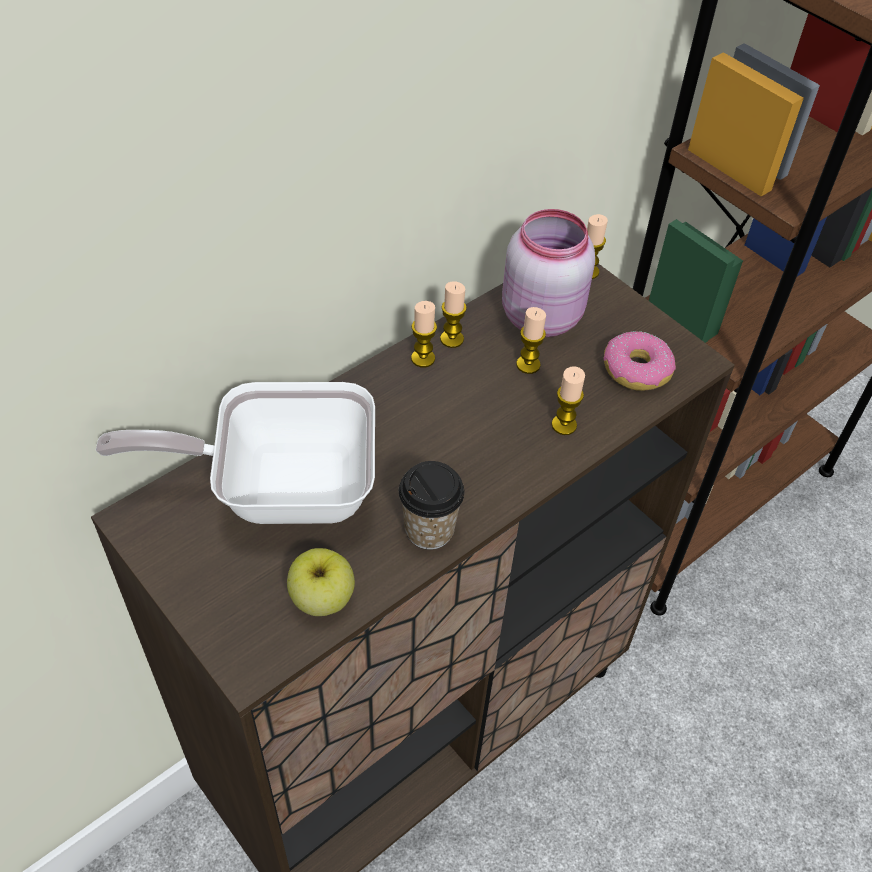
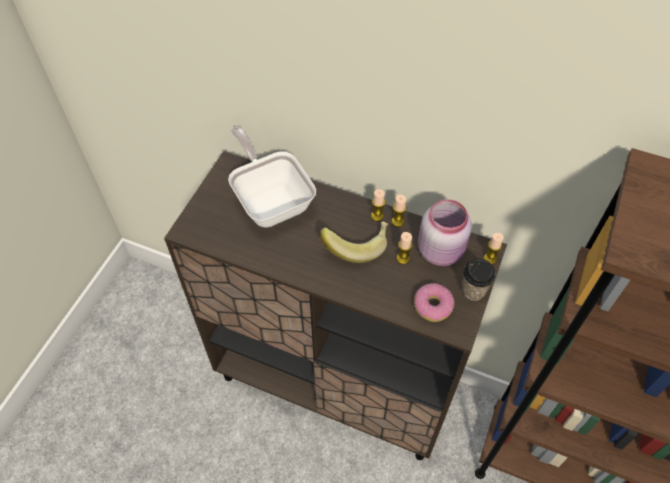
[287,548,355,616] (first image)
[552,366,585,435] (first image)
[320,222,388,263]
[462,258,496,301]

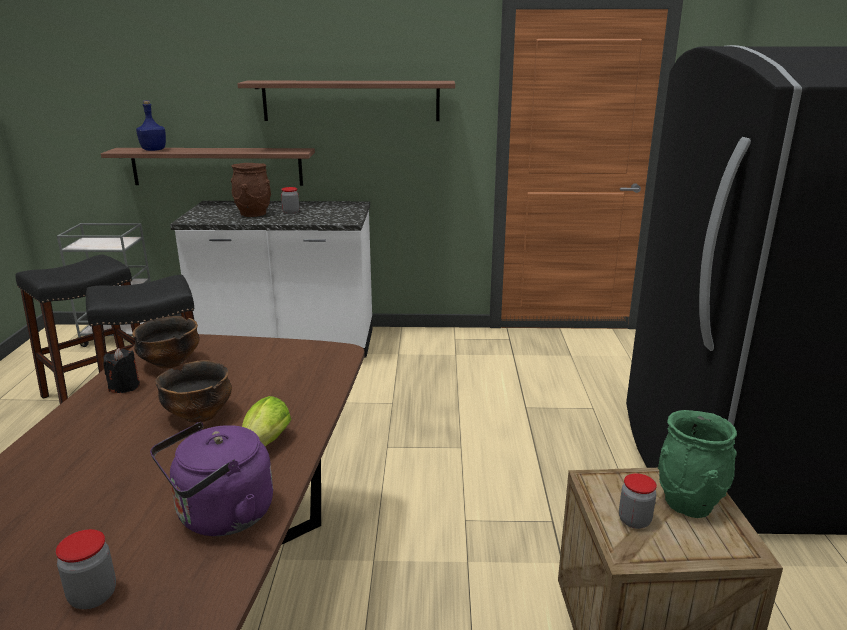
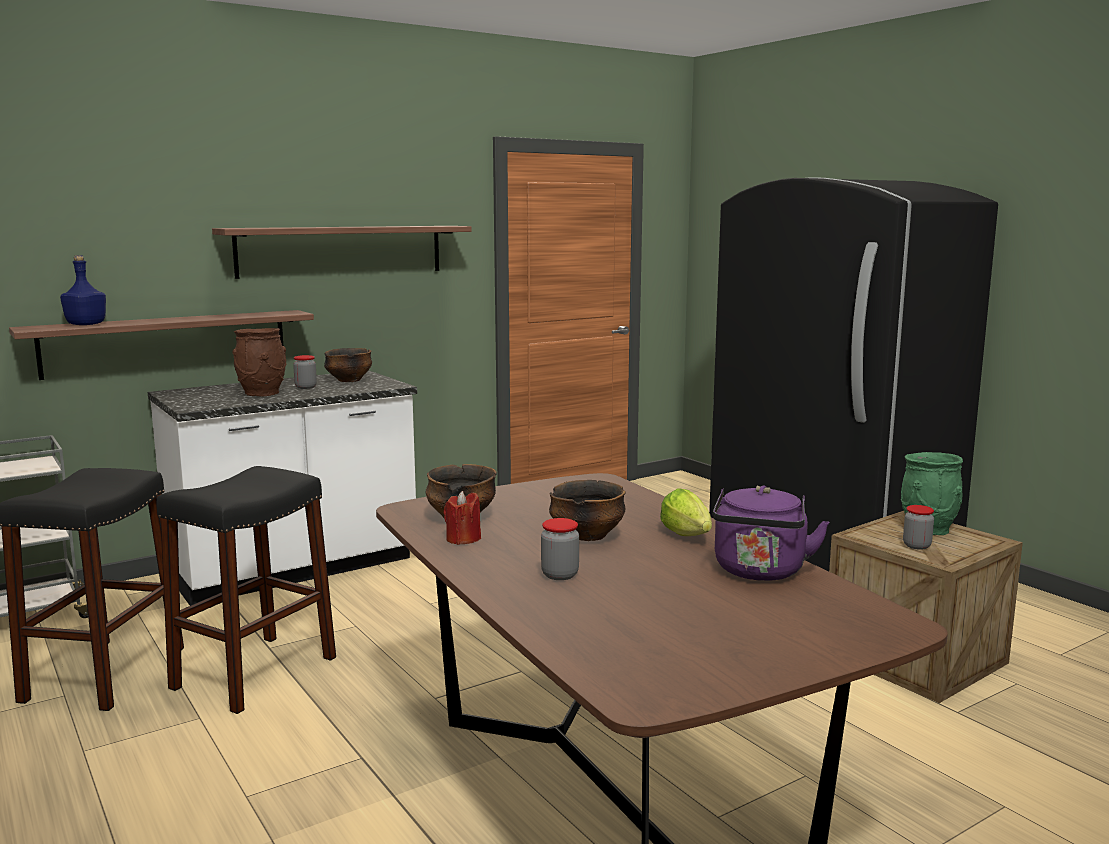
[324,348,372,382]
[541,518,579,580]
[444,491,481,545]

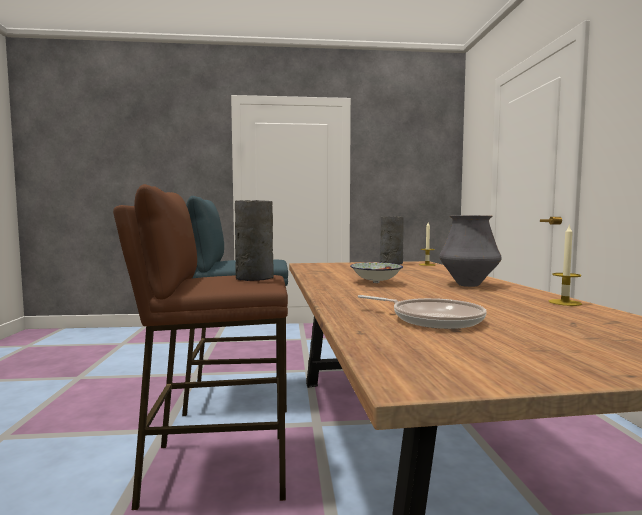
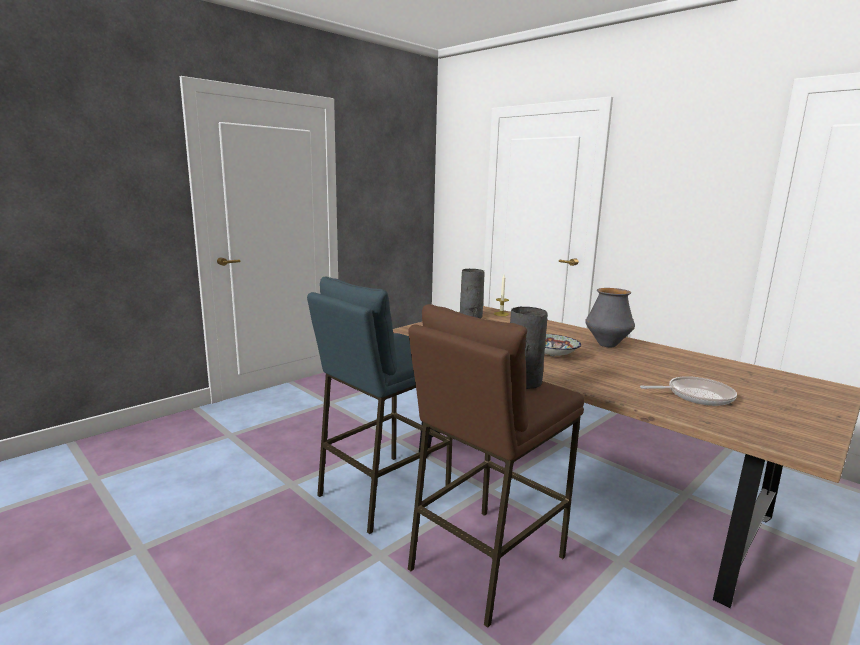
[549,224,582,306] (first image)

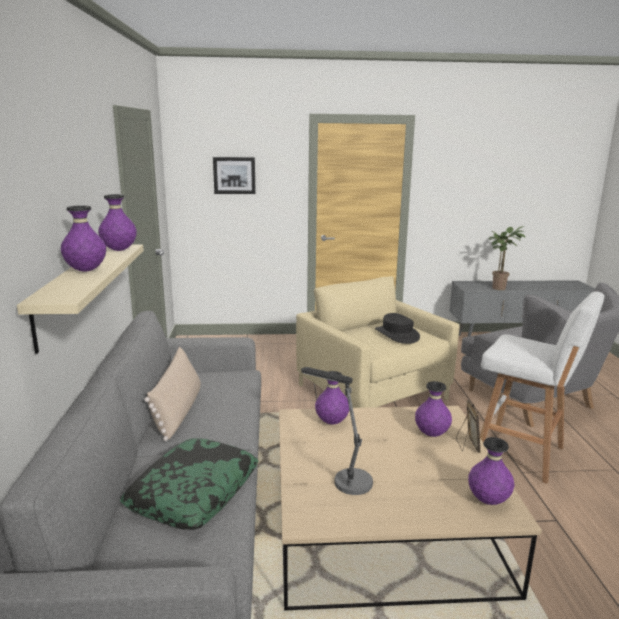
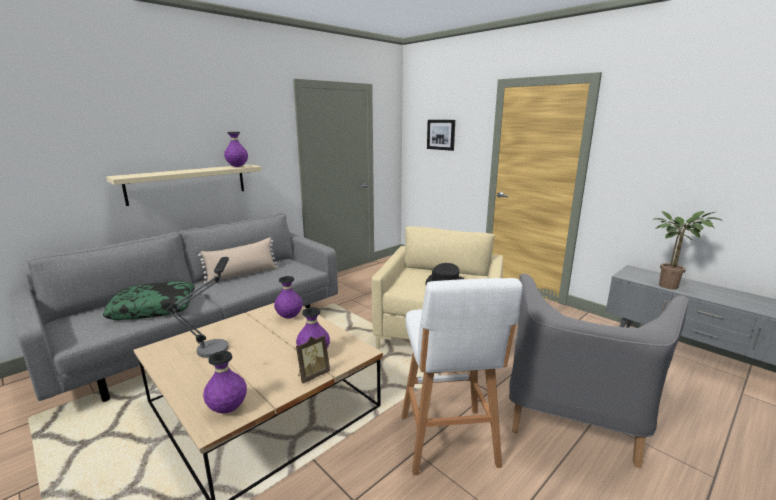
[61,205,106,272] (first image)

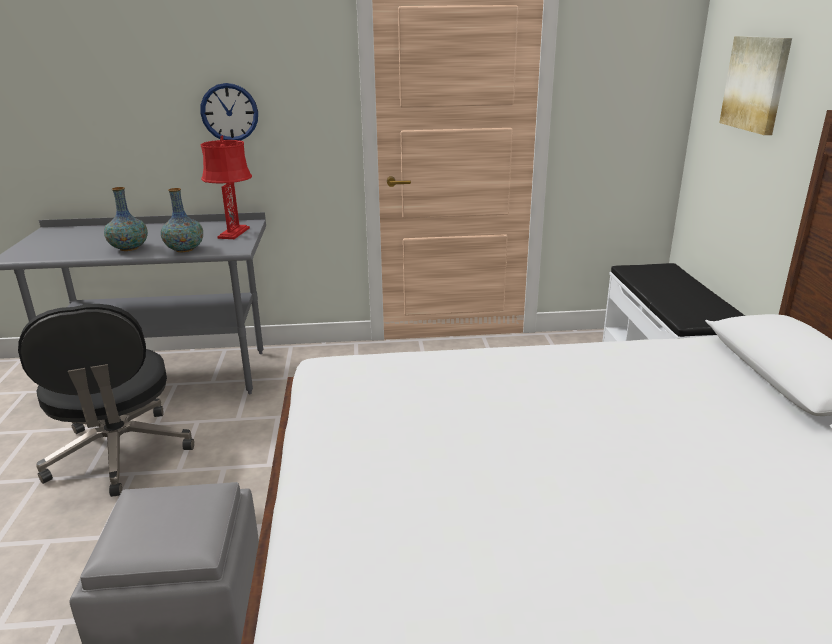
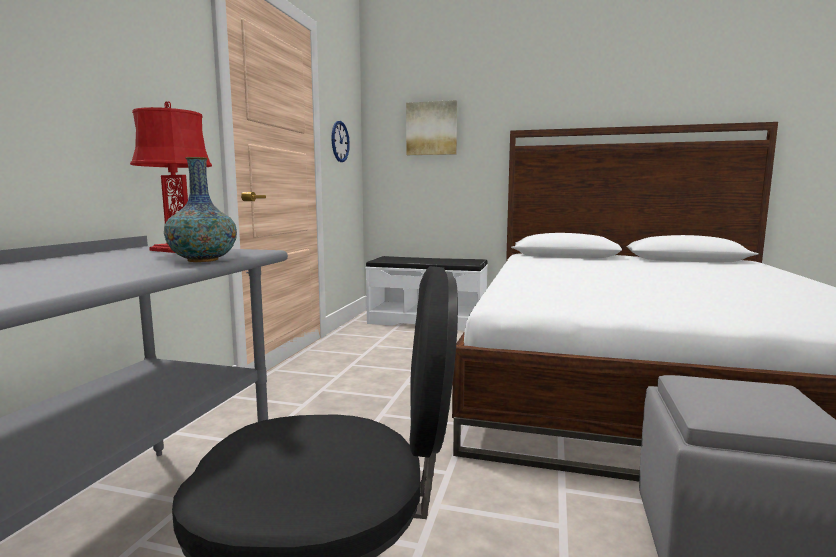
[104,187,148,251] (first image)
[331,121,350,162]

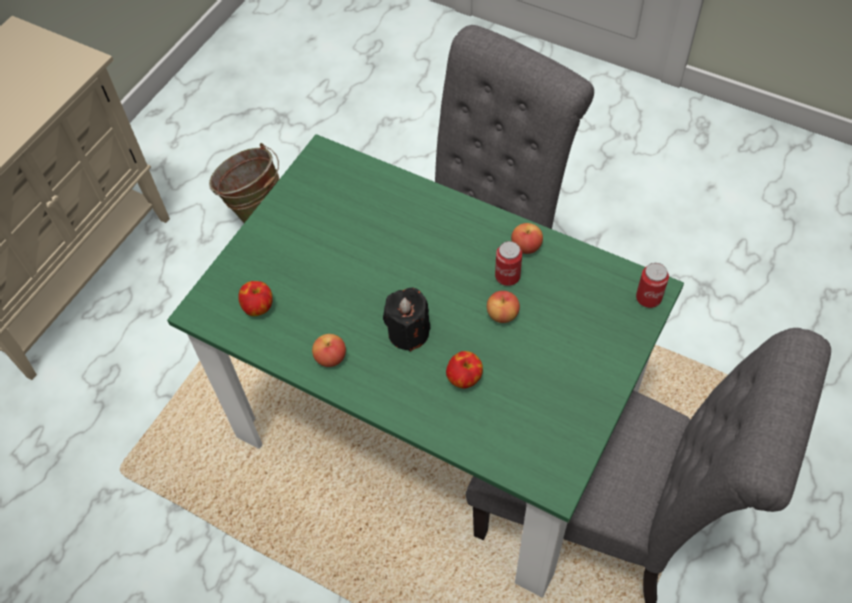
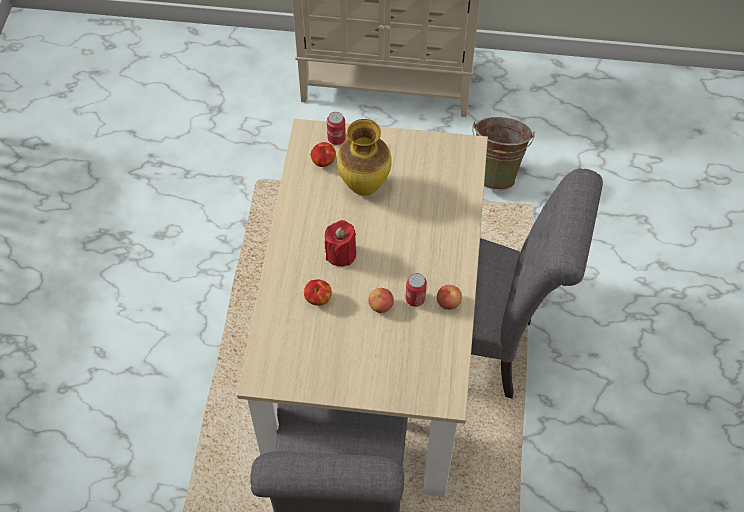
[312,334,346,367] (first image)
[337,119,392,196]
[327,112,346,145]
[237,119,488,497]
[325,220,356,267]

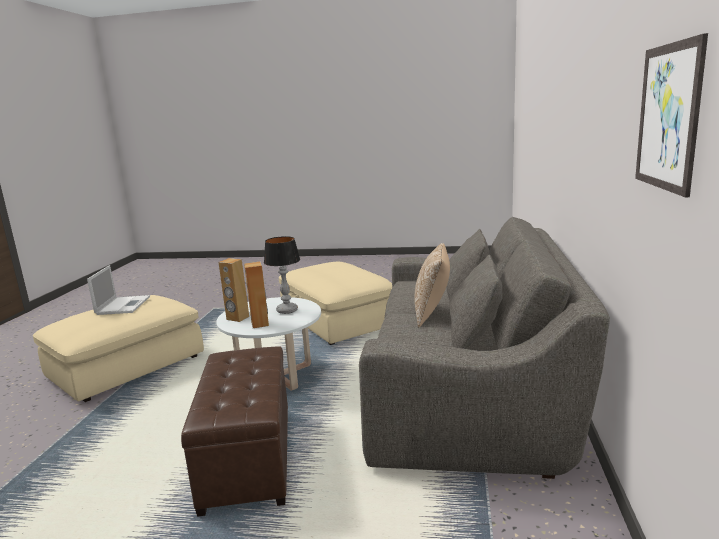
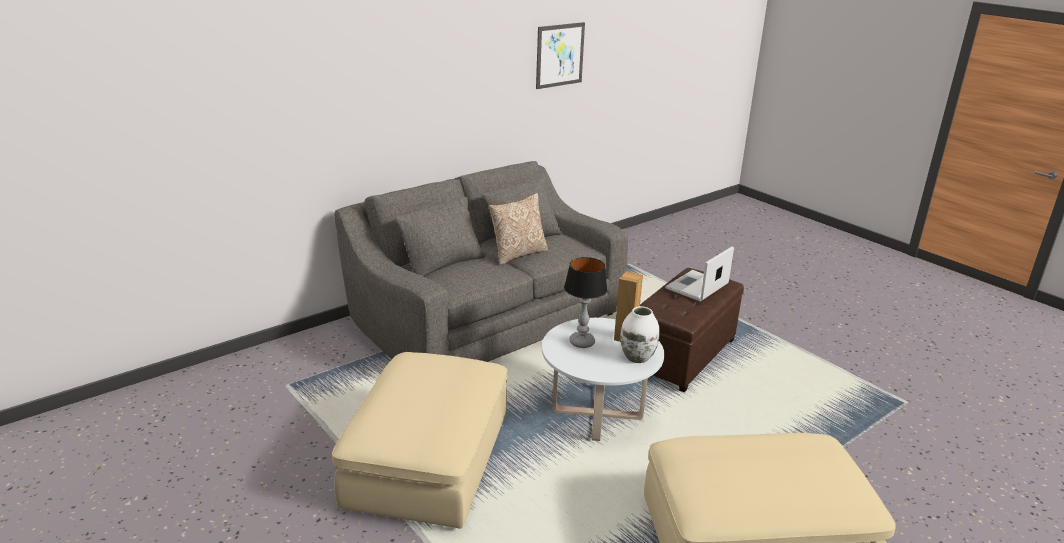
[665,246,734,301]
[620,306,659,363]

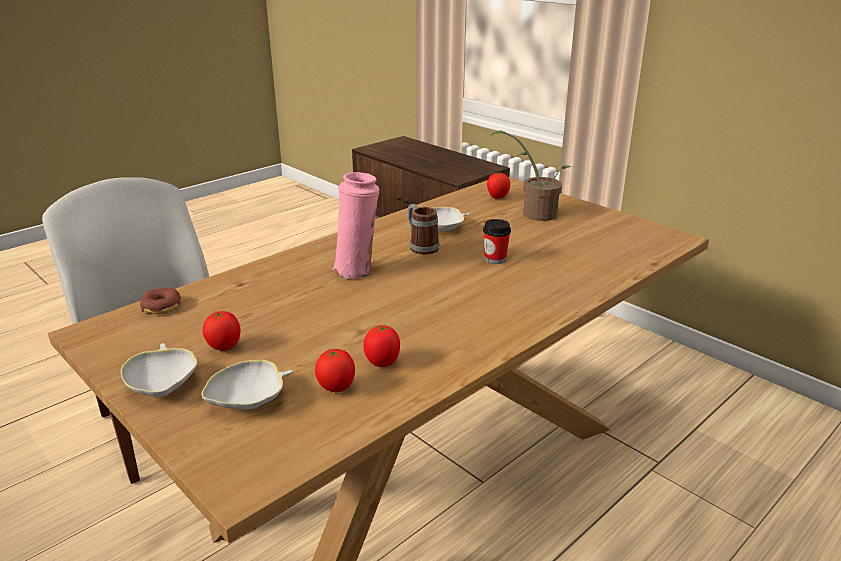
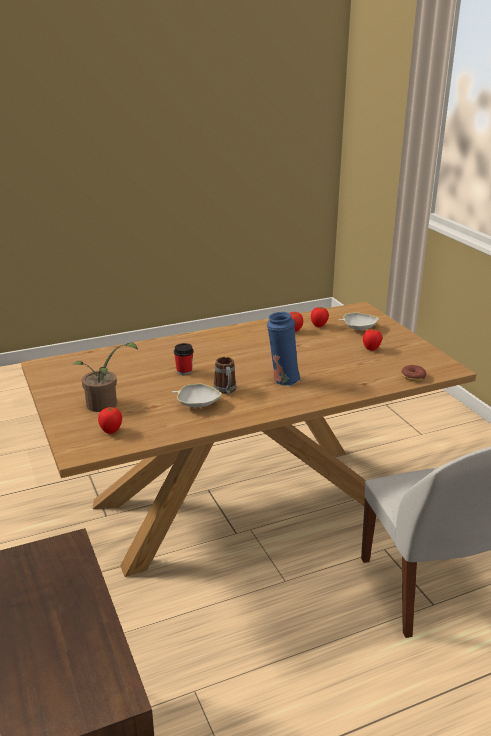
[121,343,197,397] (first image)
[267,312,301,386]

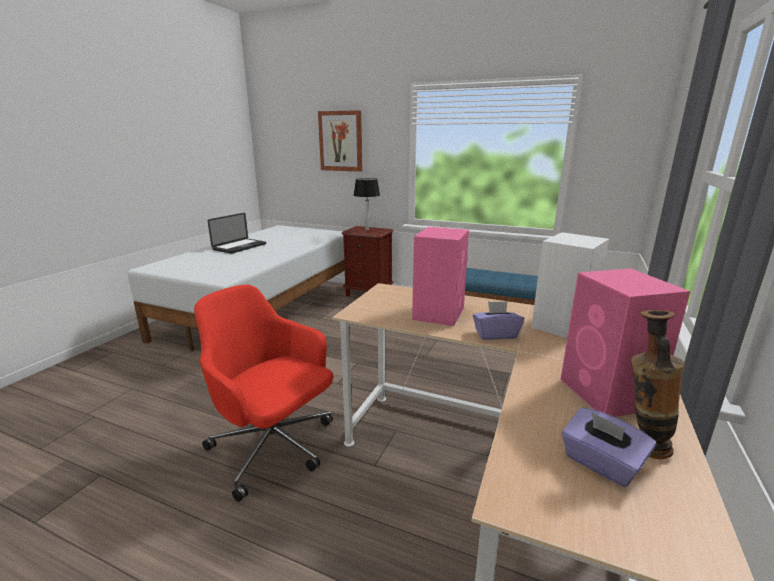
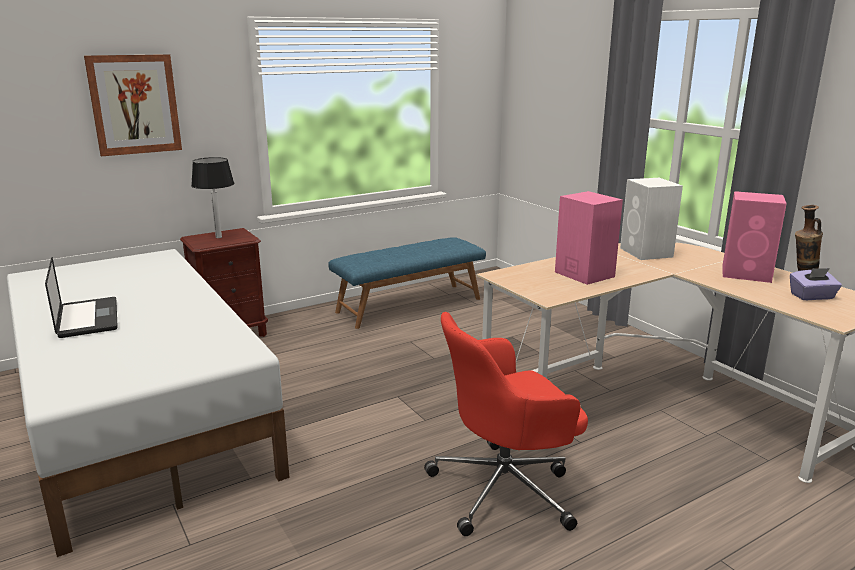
[473,301,524,340] (first image)

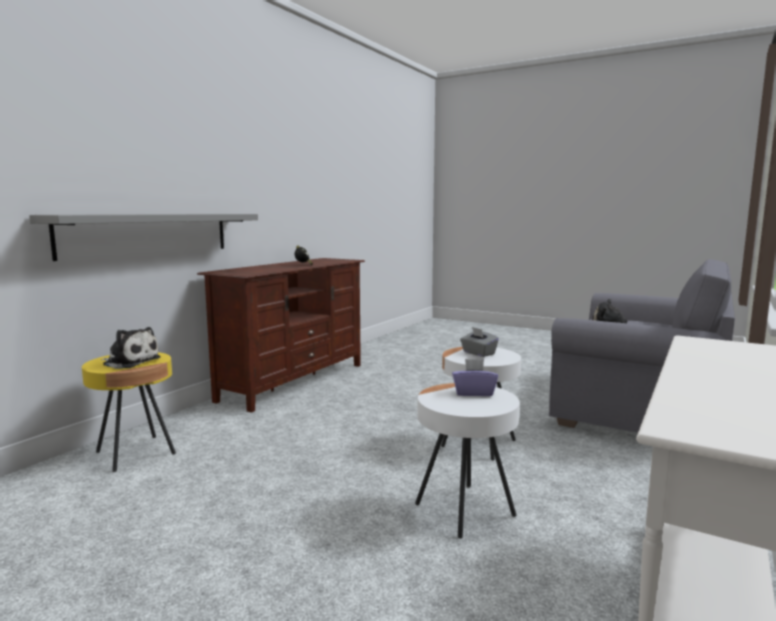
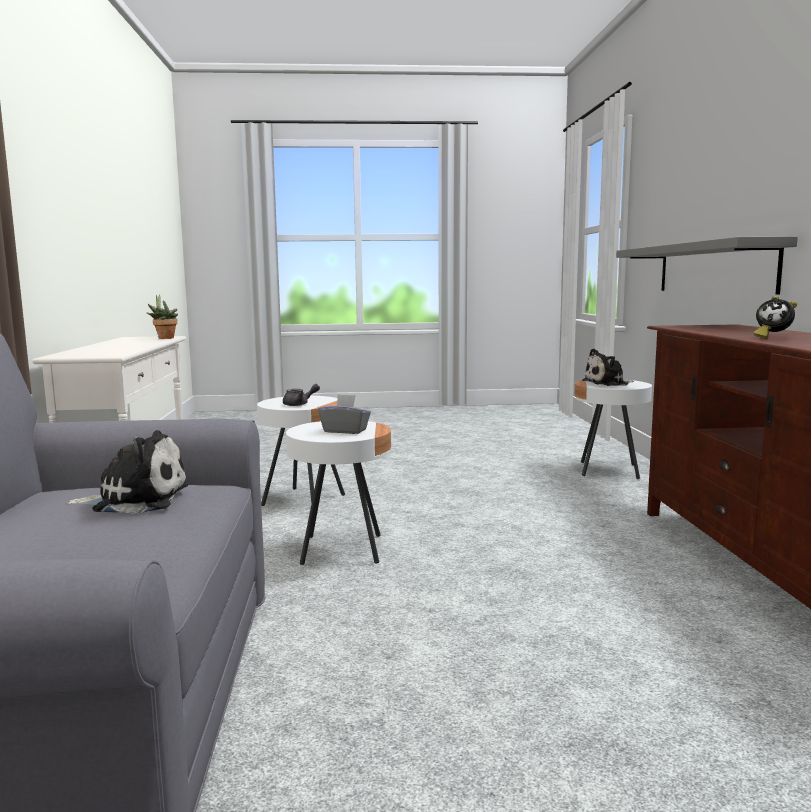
[147,295,178,339]
[283,384,320,406]
[574,380,652,479]

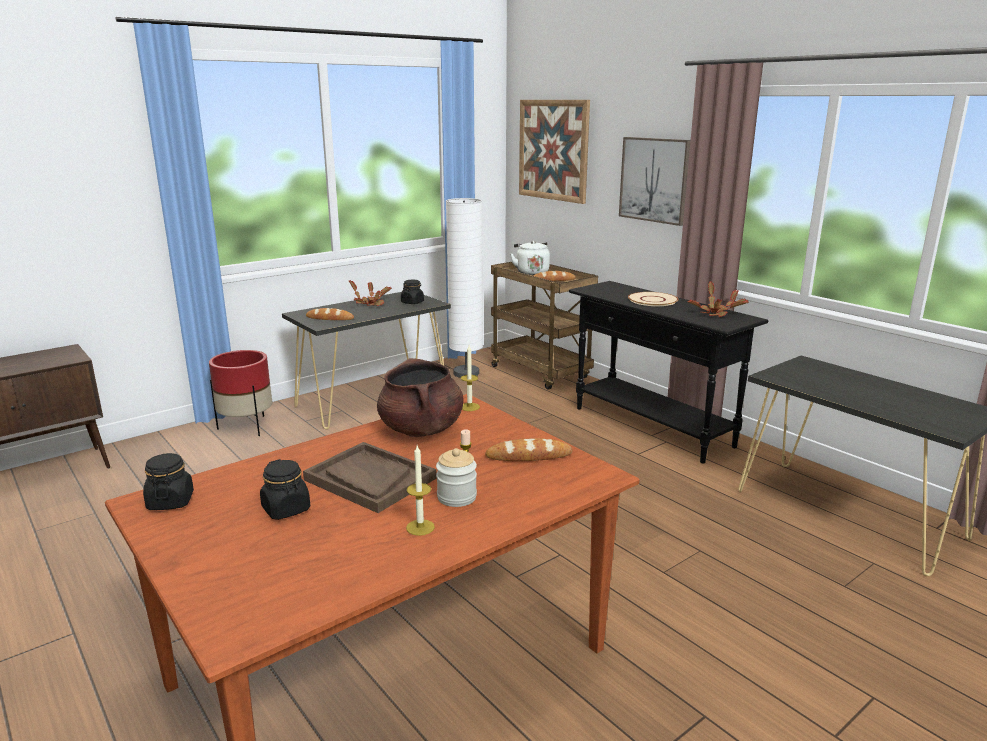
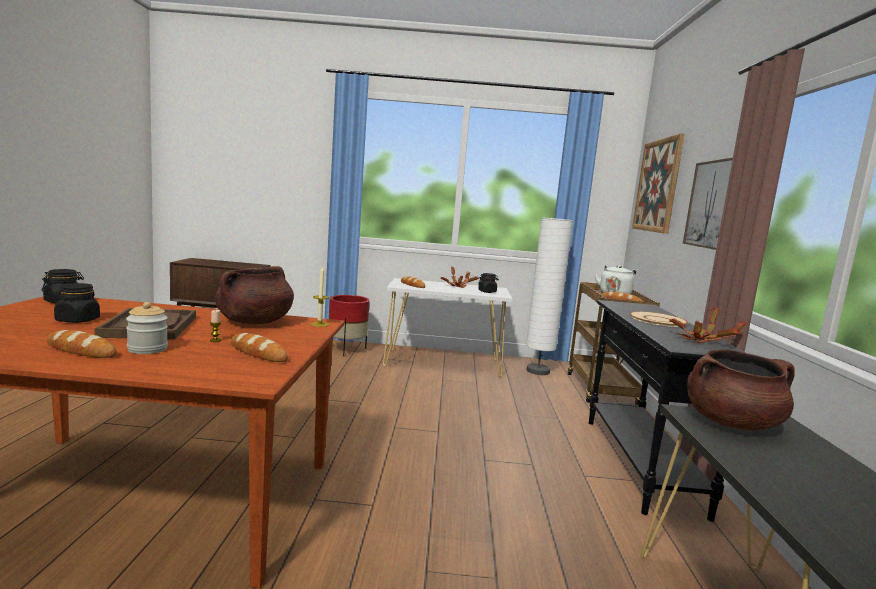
[687,349,794,430]
[47,330,117,358]
[383,278,512,377]

